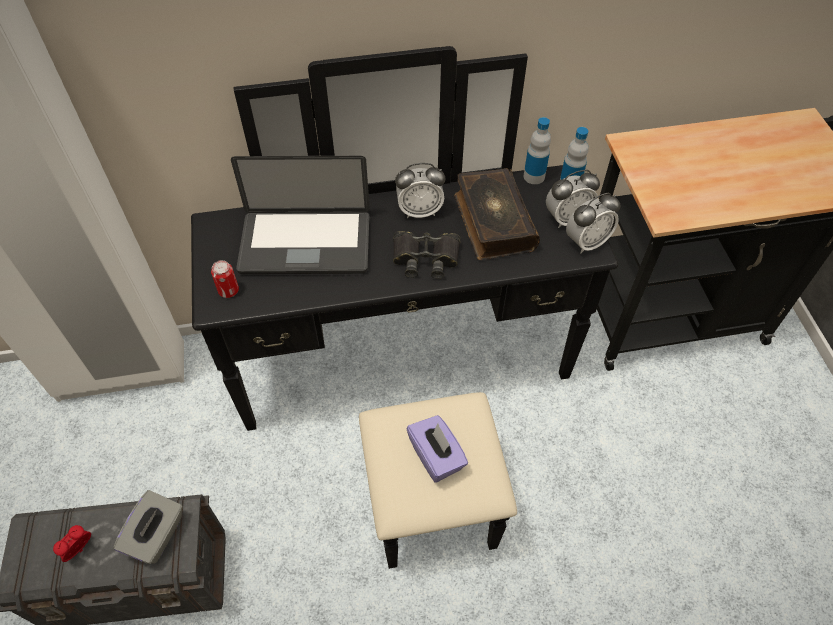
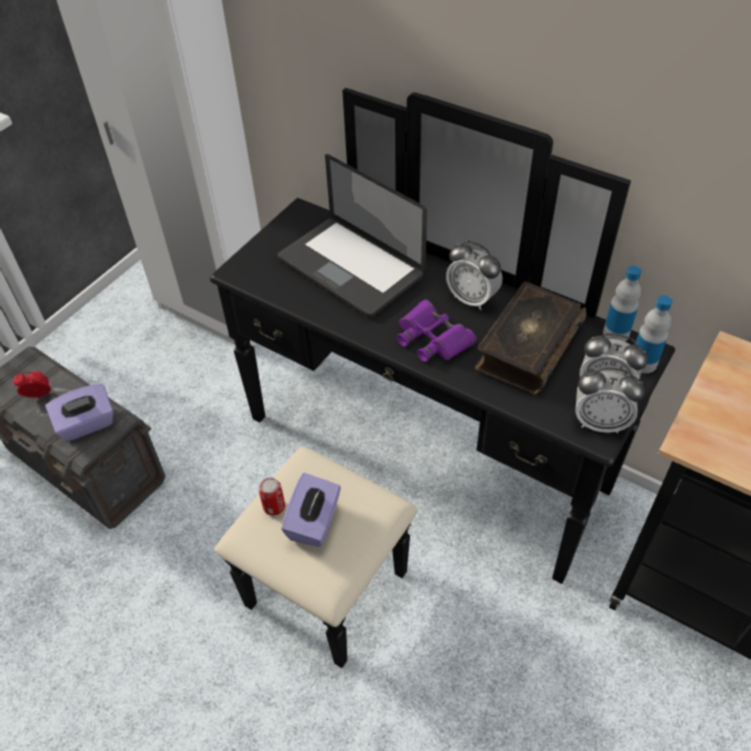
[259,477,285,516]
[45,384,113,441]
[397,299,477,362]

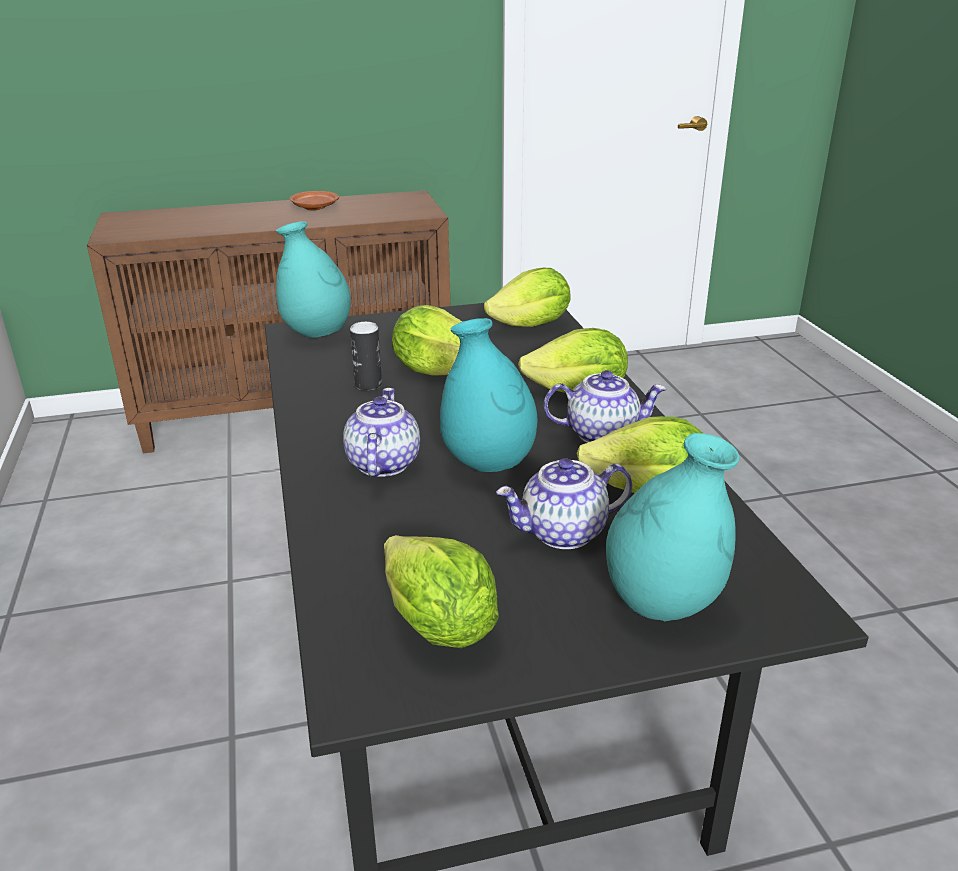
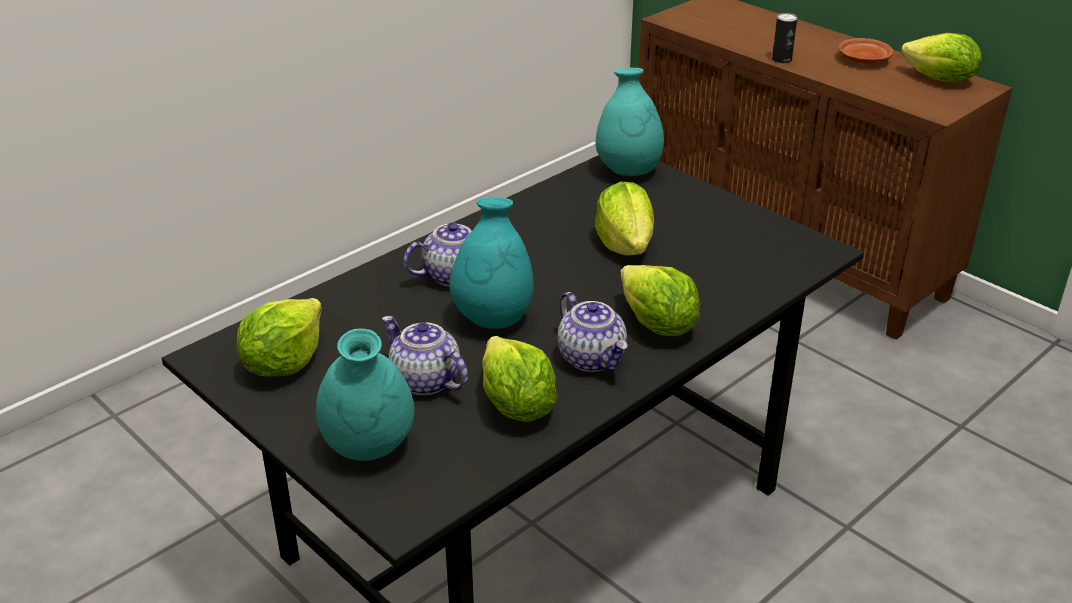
[772,13,797,64]
[901,33,982,83]

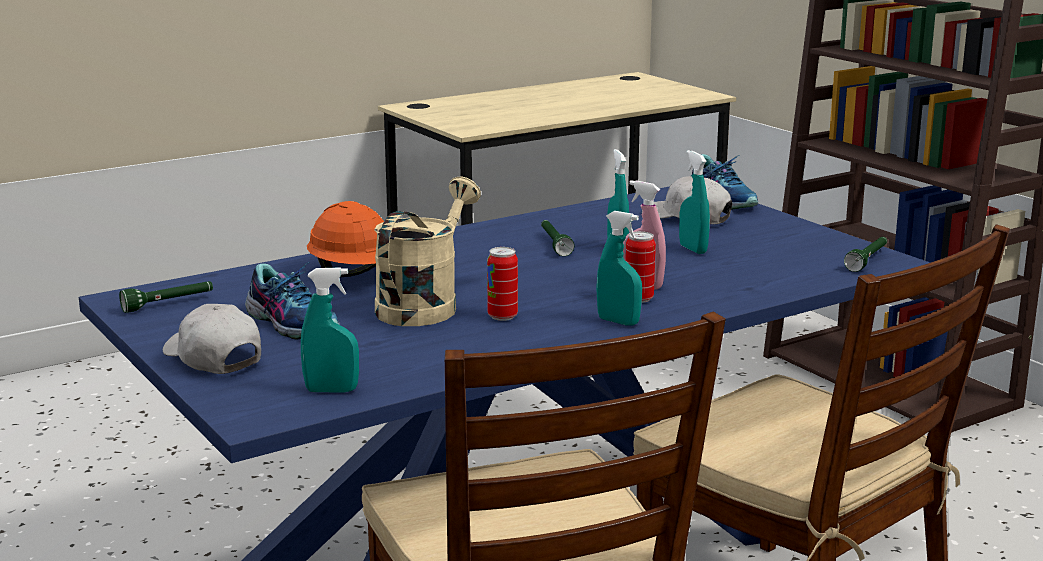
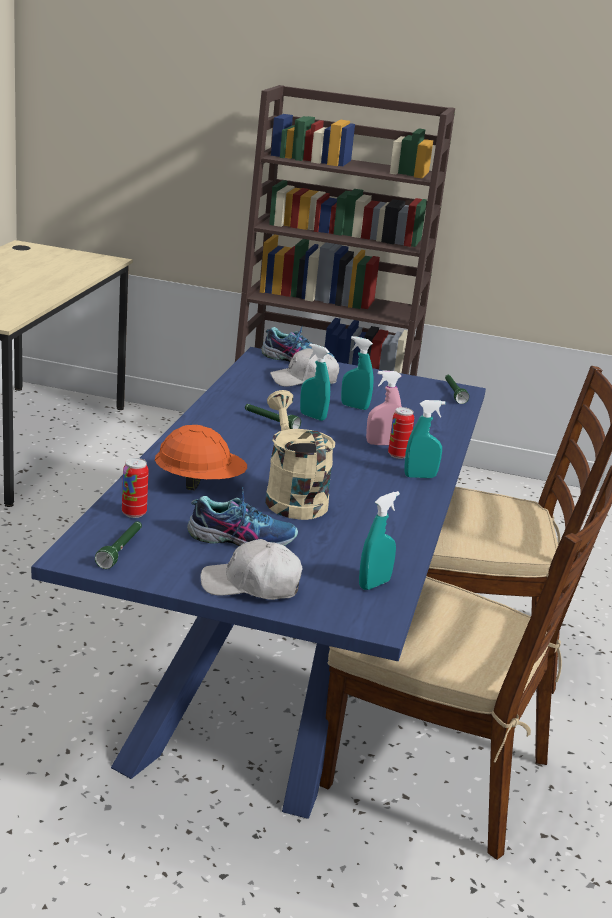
[122,458,149,518]

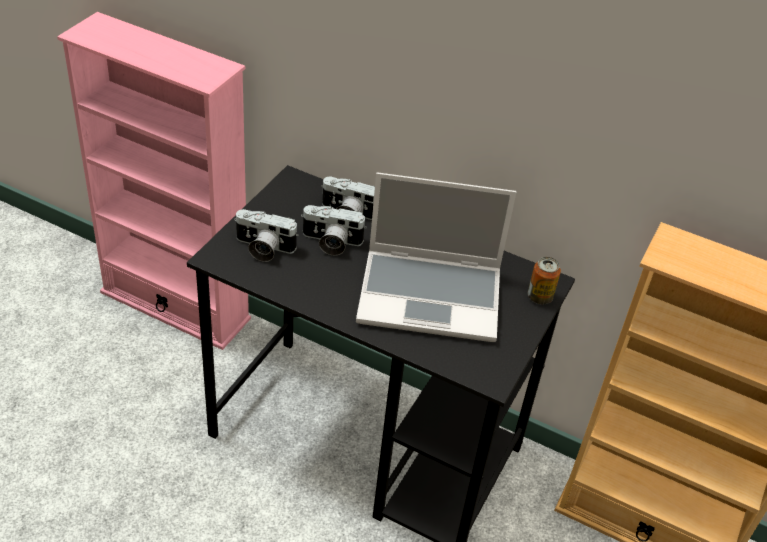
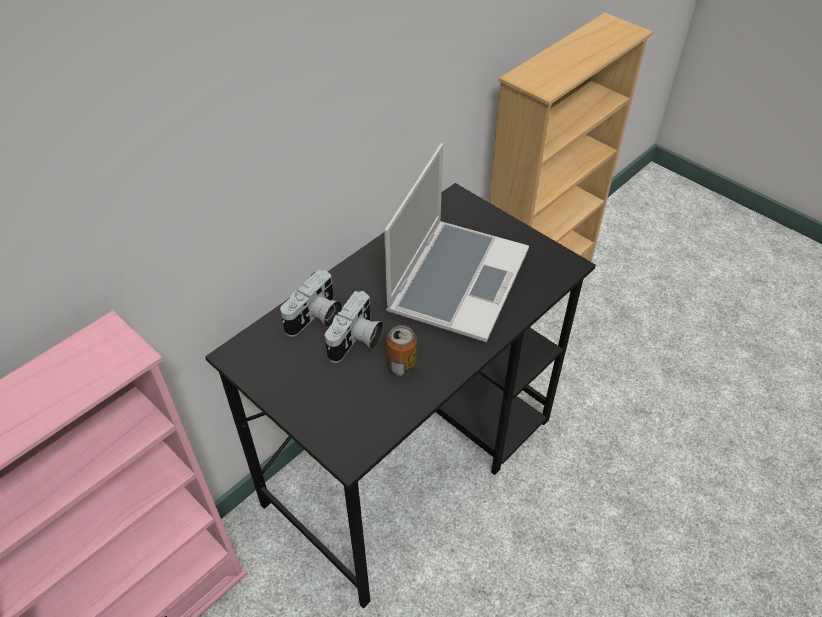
[234,209,299,262] (first image)
[387,325,417,376]

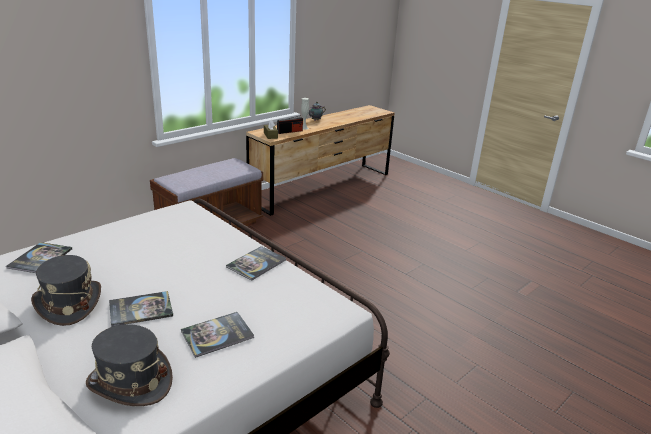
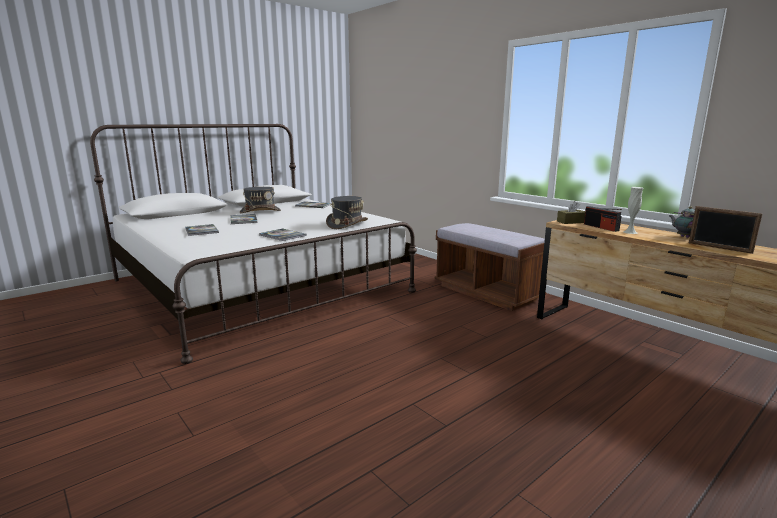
[689,206,763,254]
[326,196,368,229]

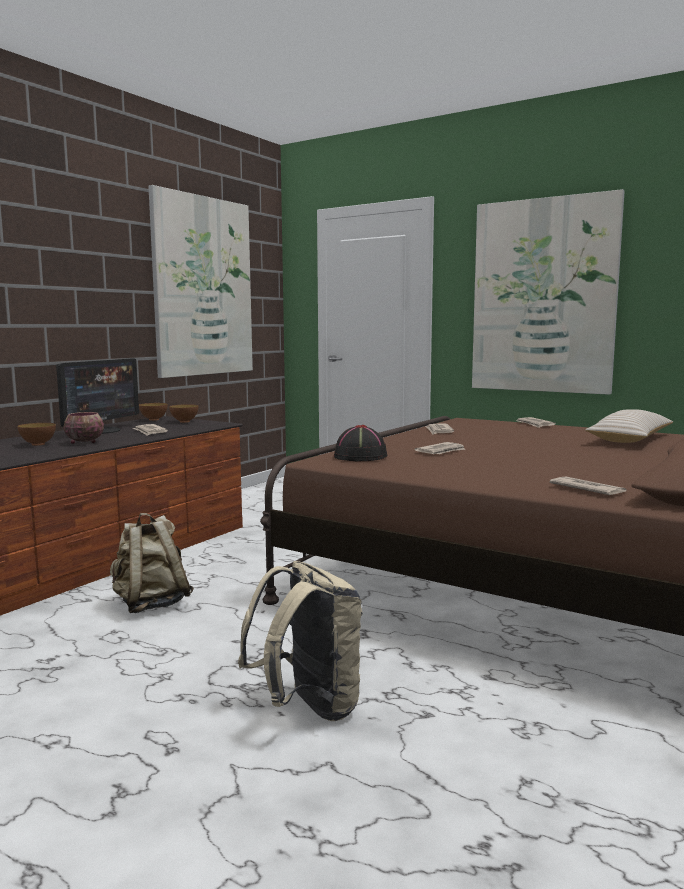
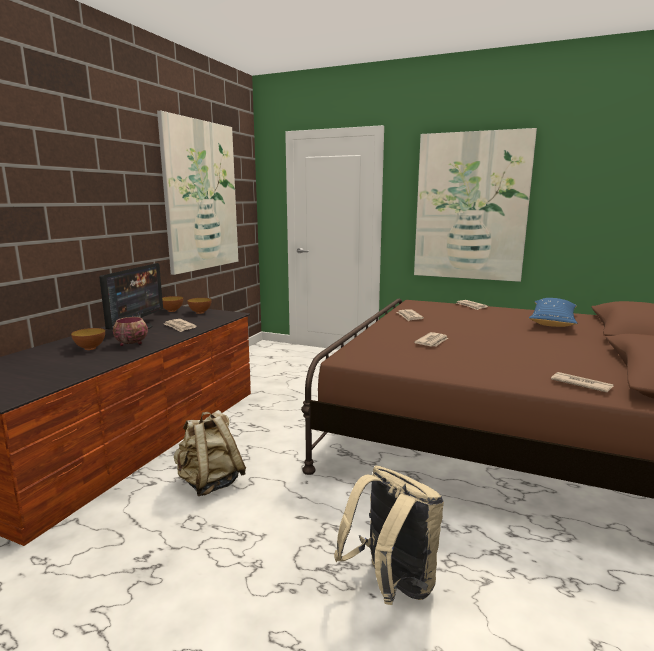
[333,425,387,462] (first image)
[529,298,577,327]

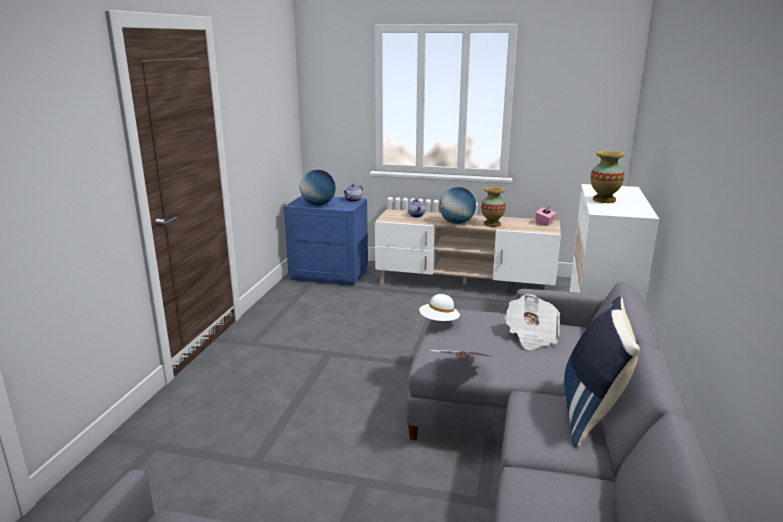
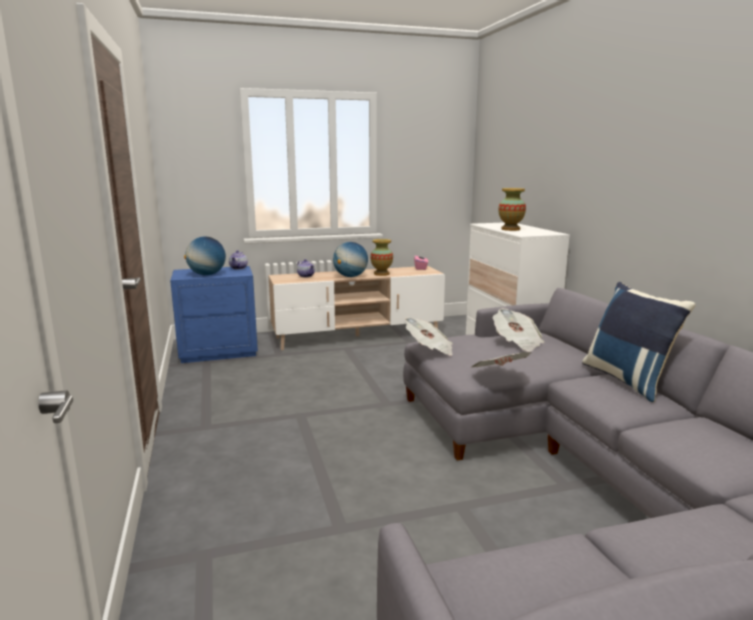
[405,317,453,356]

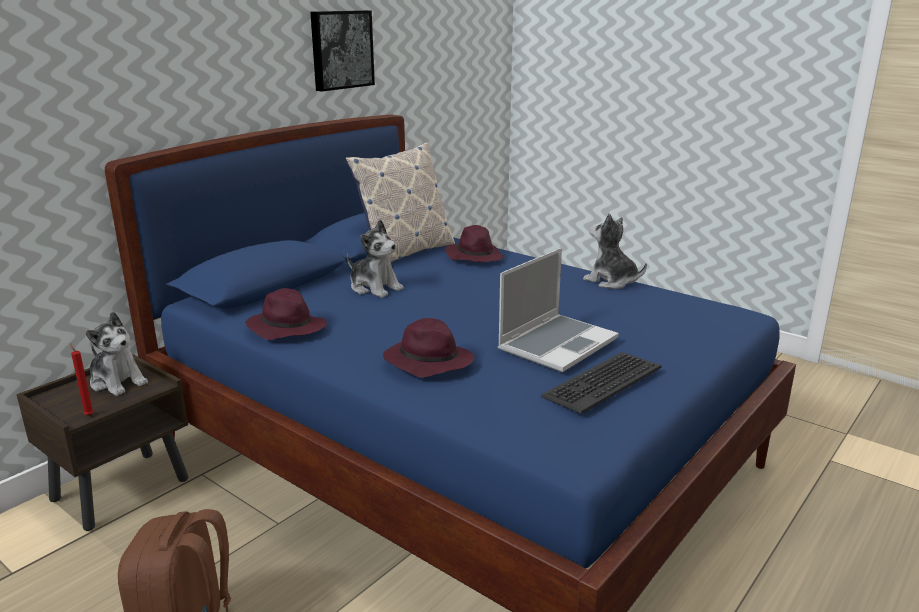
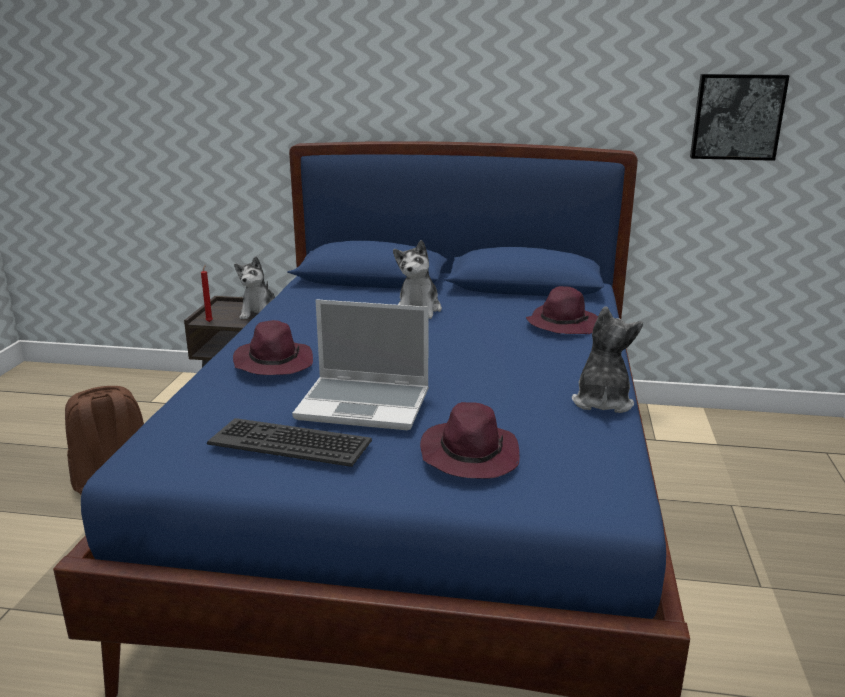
[345,142,455,262] (first image)
[420,402,520,479]
[690,74,790,161]

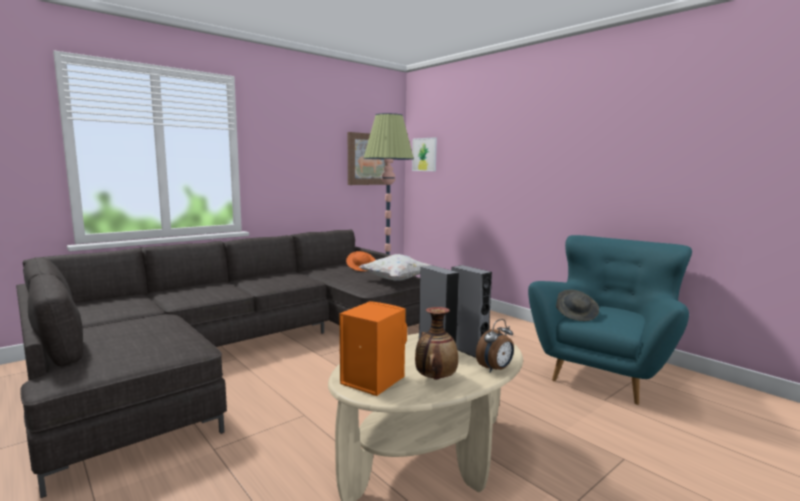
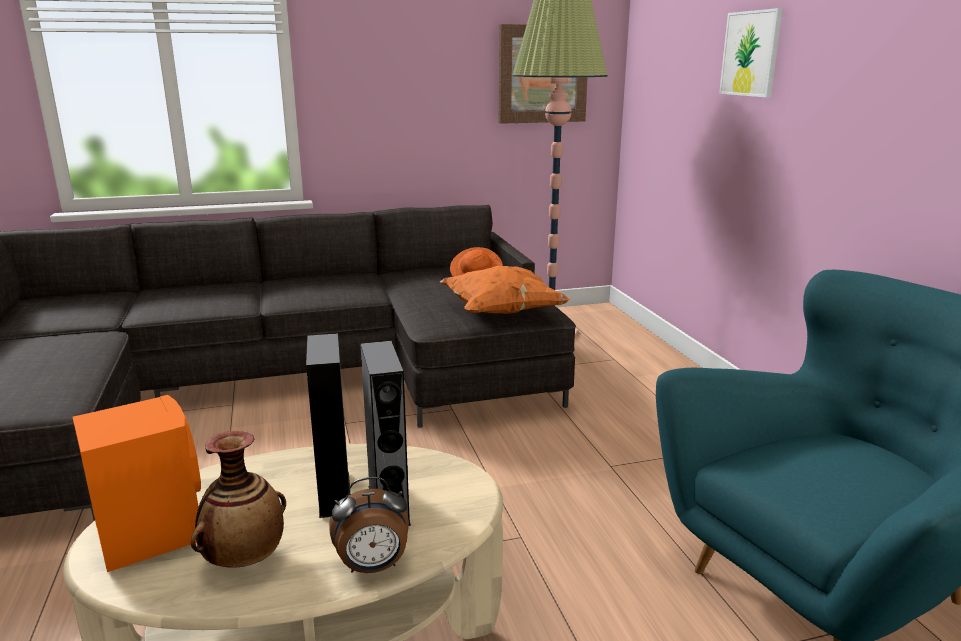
[556,290,599,321] (first image)
[719,8,783,98]
[440,266,570,314]

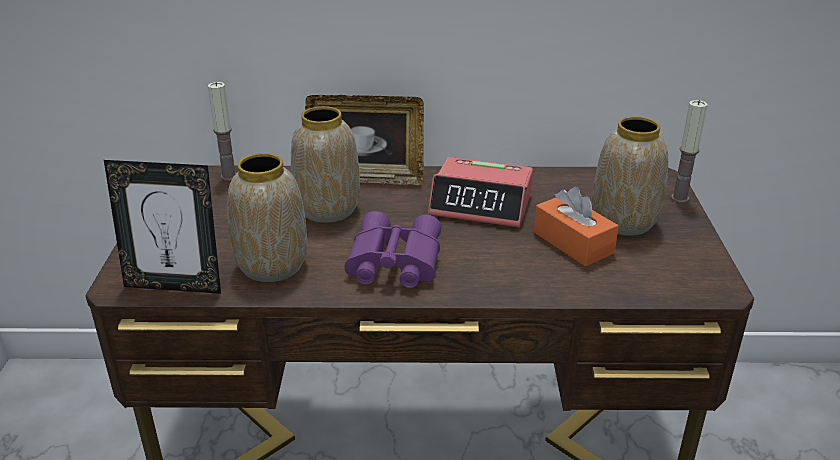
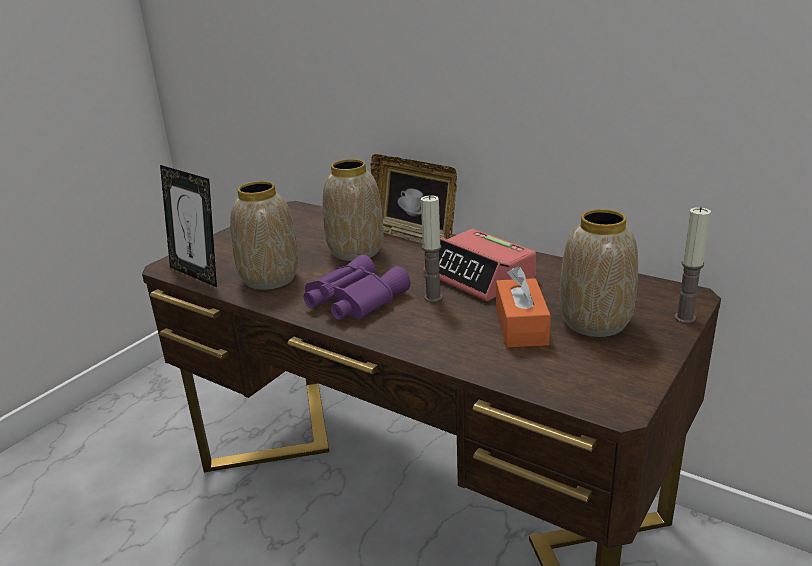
[421,195,443,302]

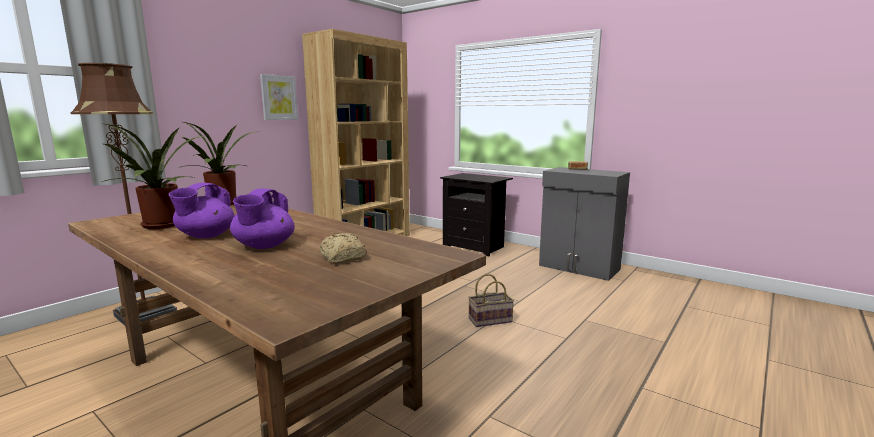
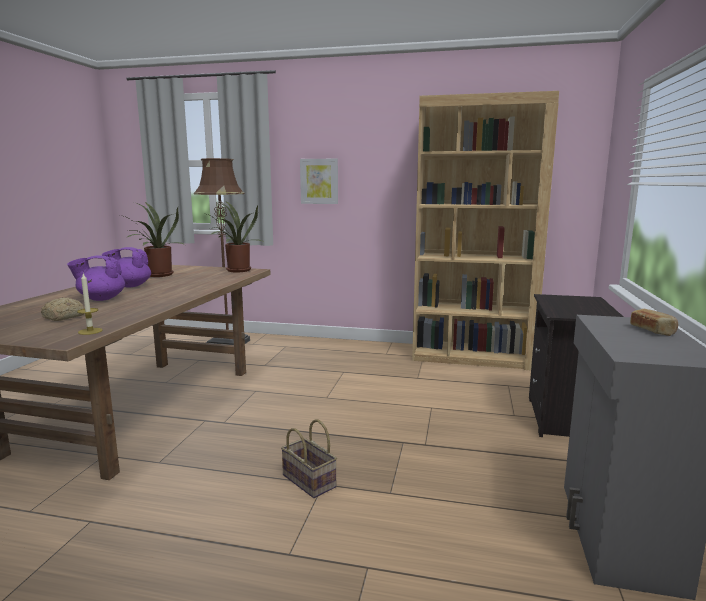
[77,274,103,335]
[300,159,338,204]

